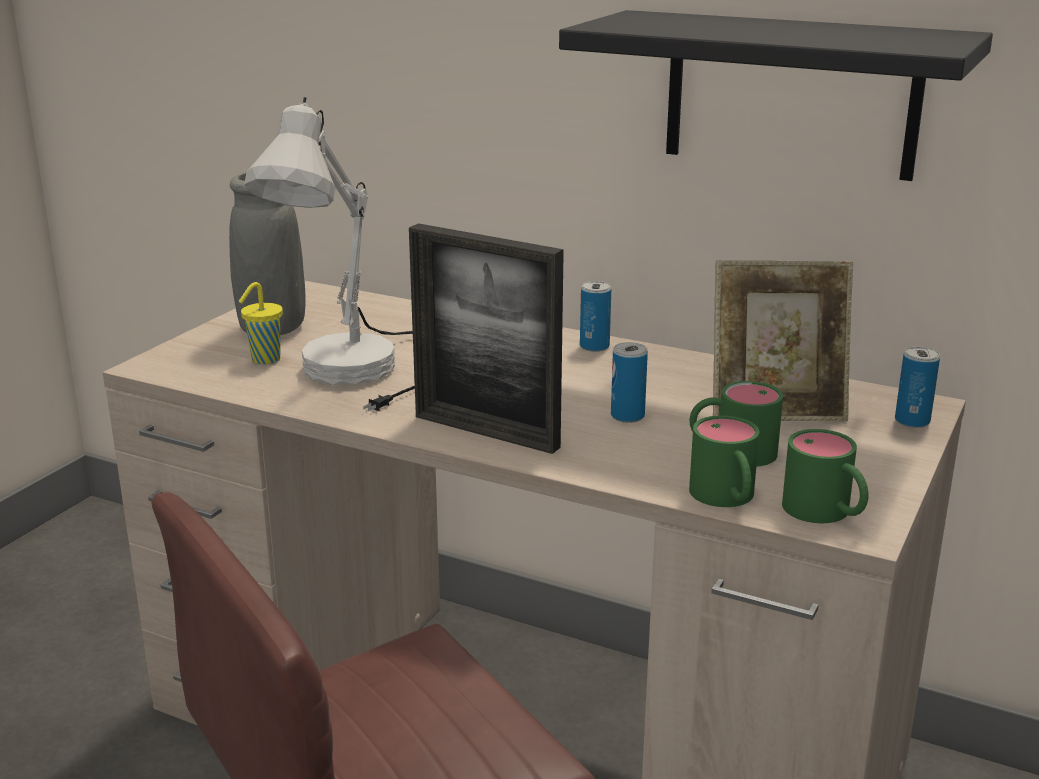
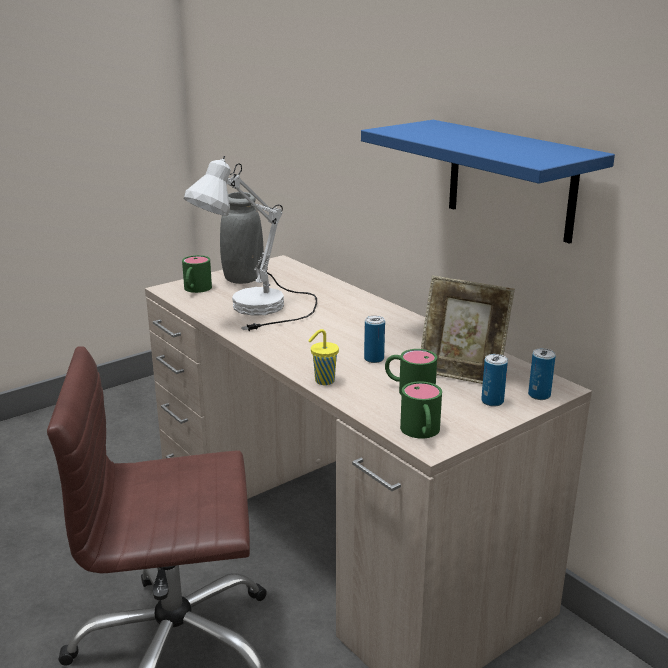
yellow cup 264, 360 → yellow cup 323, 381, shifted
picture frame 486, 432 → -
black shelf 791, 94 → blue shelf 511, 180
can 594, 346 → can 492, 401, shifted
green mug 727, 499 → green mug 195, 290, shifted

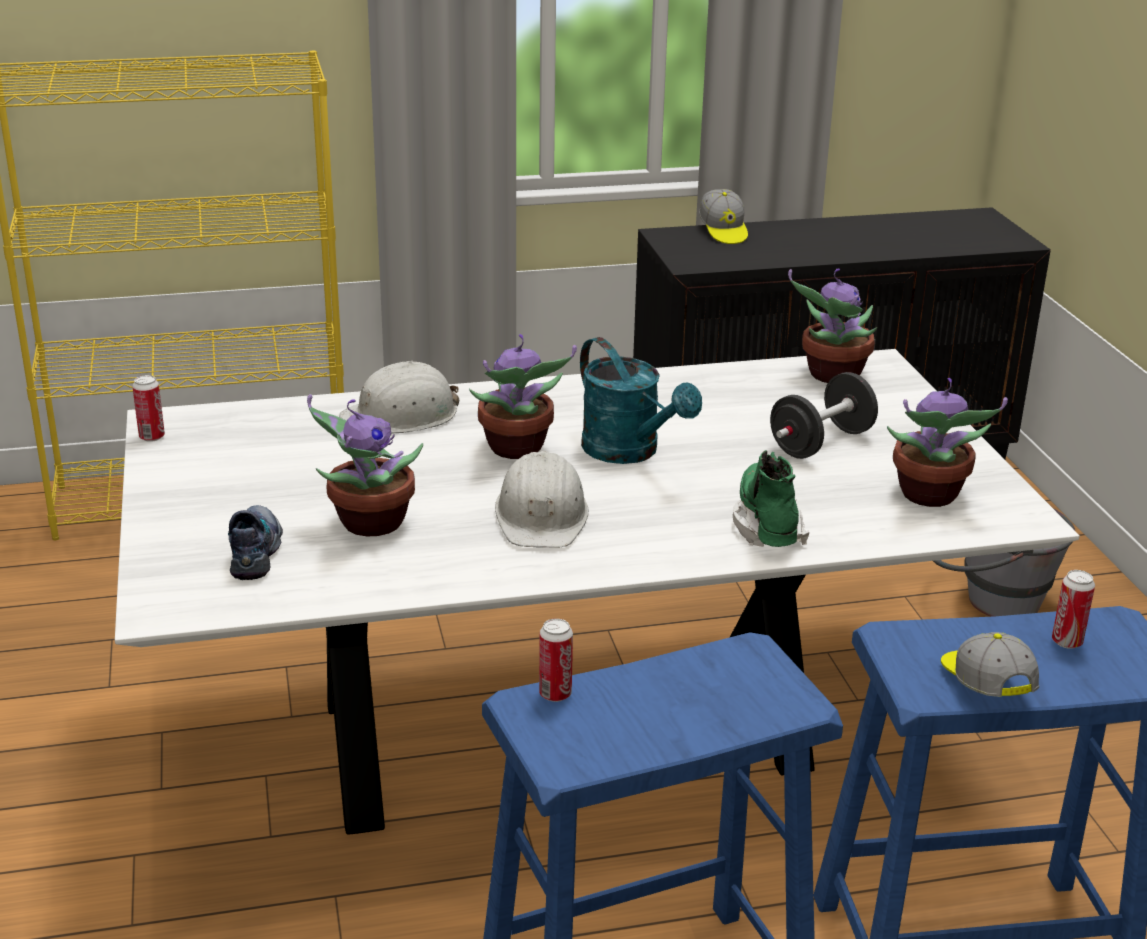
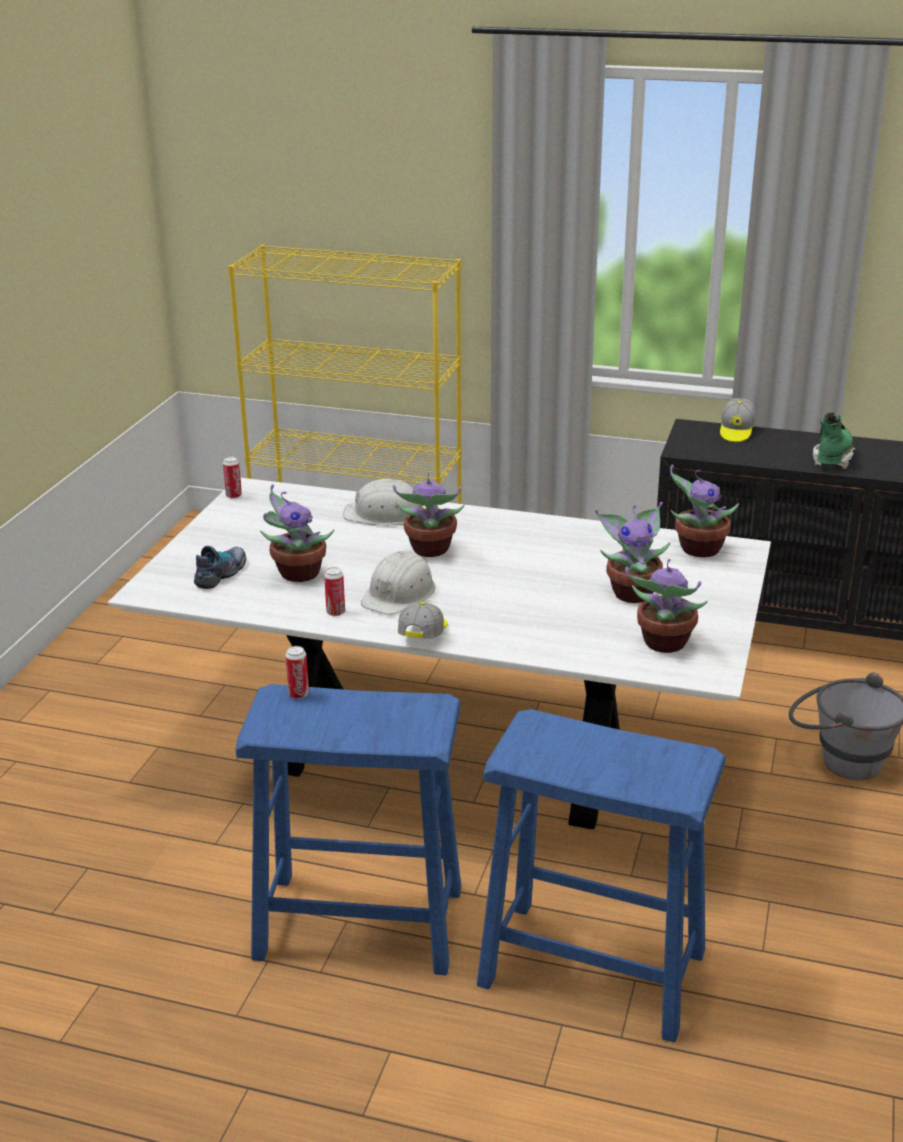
turquoise watering can 630, 452 → -
green boot 767, 526 → green boot 832, 459, shifted
black dumbbell 821, 443 → potted plant 632, 592
cap 984, 685 → cap 424, 635, shifted
can 1067, 642 → can 335, 612, shifted

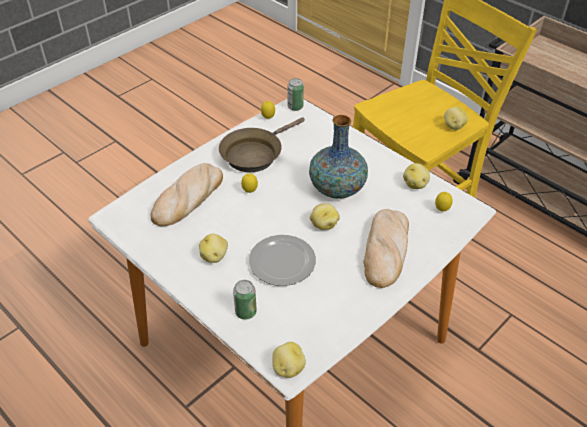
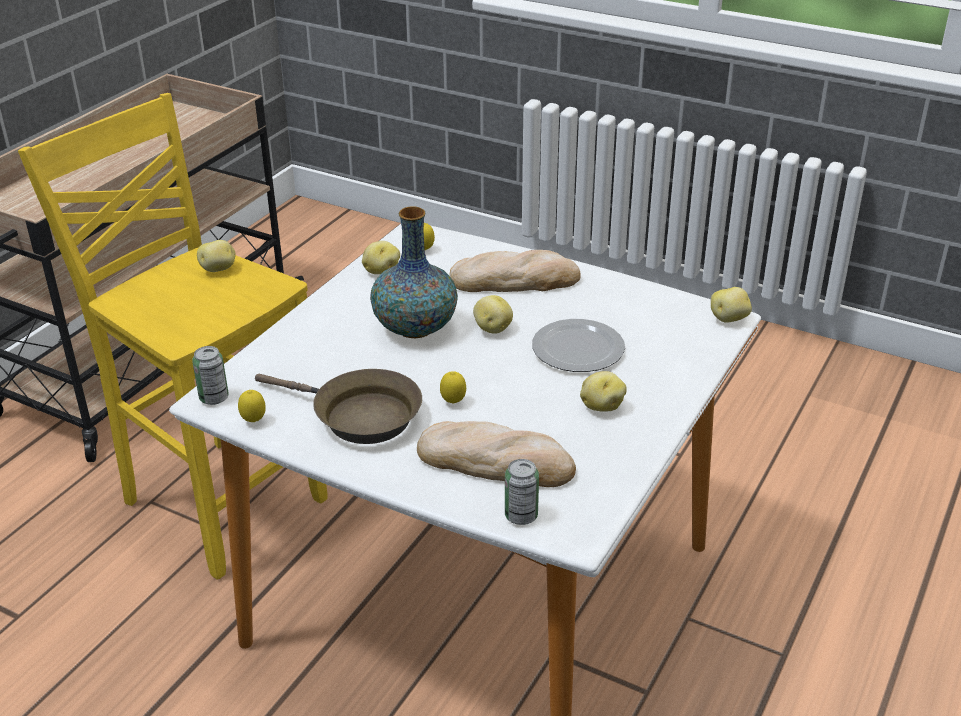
can 245, 312 → can 521, 516, shifted

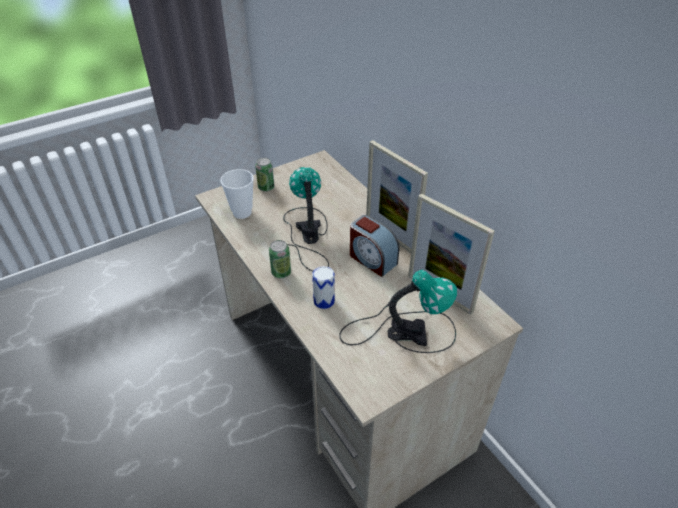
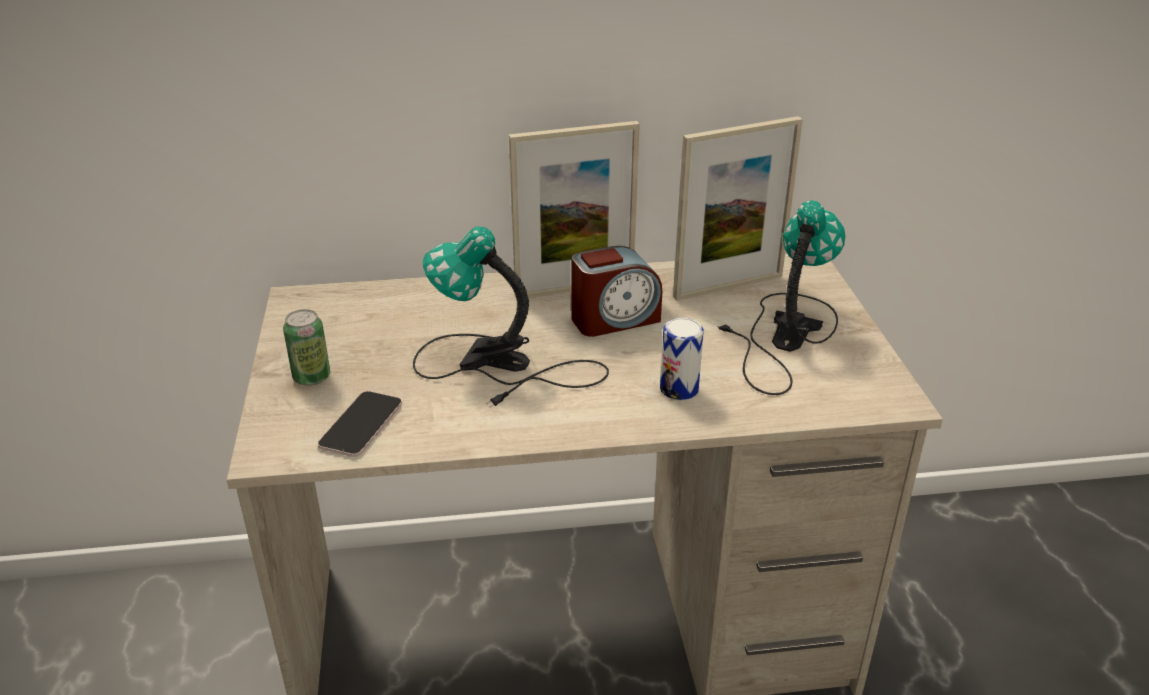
cup 242, 213 → phone 361, 424
can 281, 272 → -

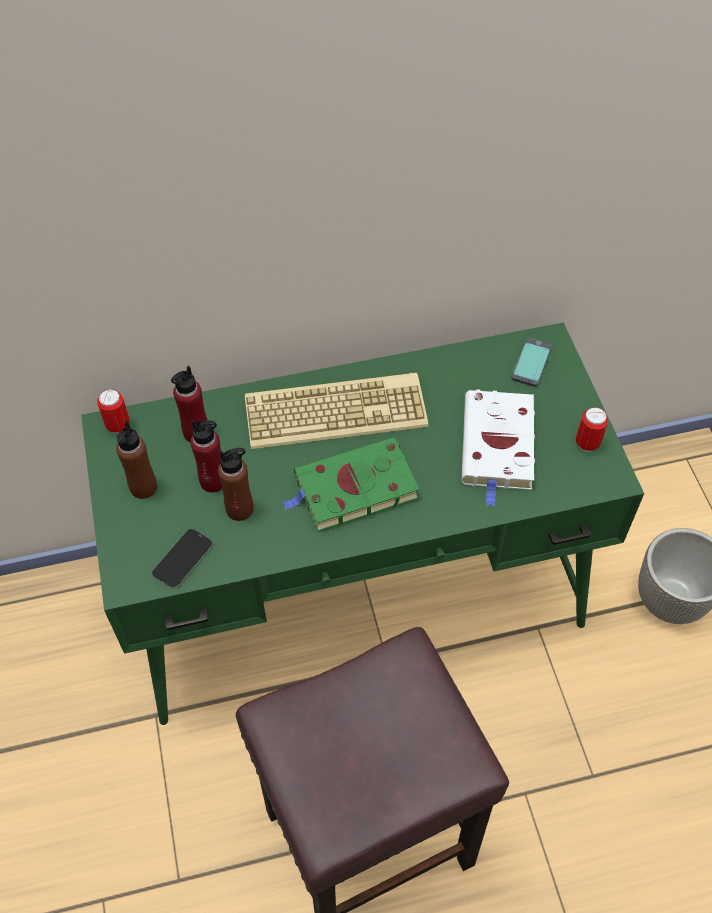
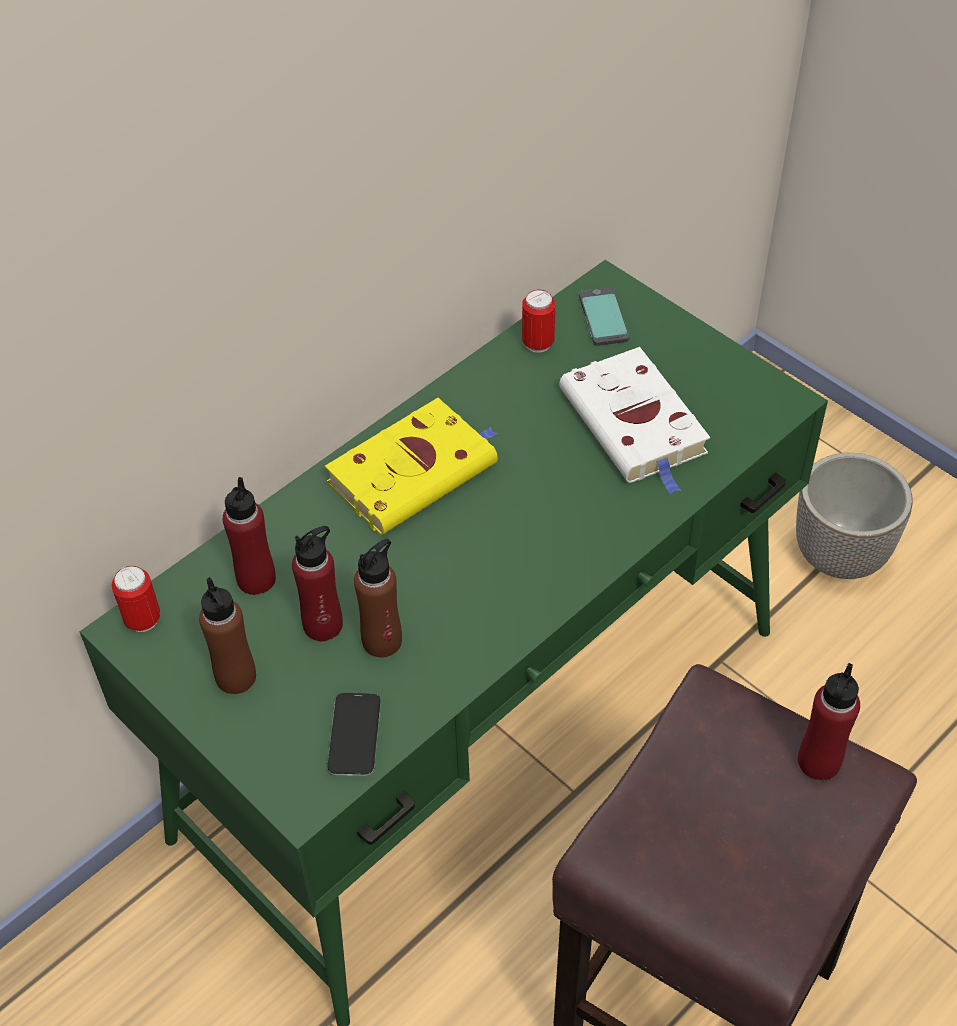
keyboard 337, 410 → yellow book 415, 471
green book 352, 489 → -
can 587, 443 → can 538, 343, shifted
- → red bottle 818, 762

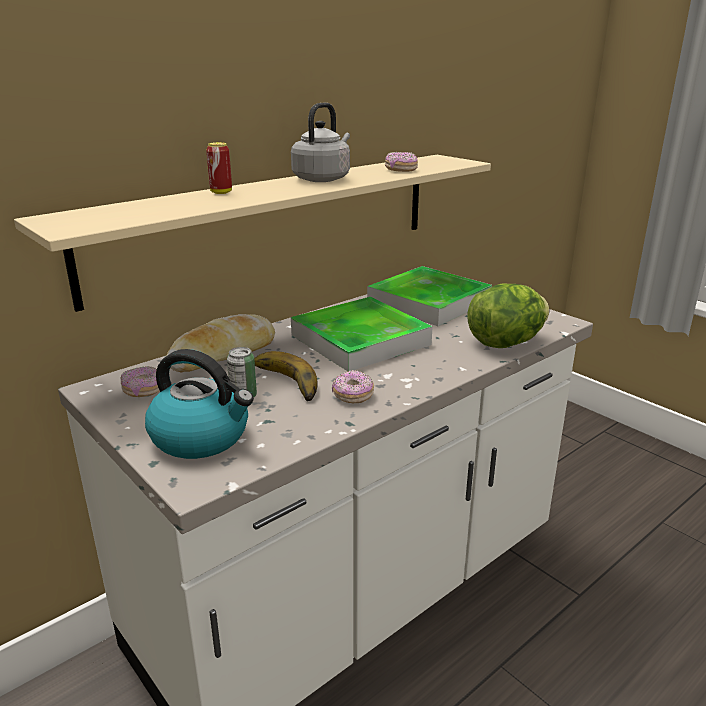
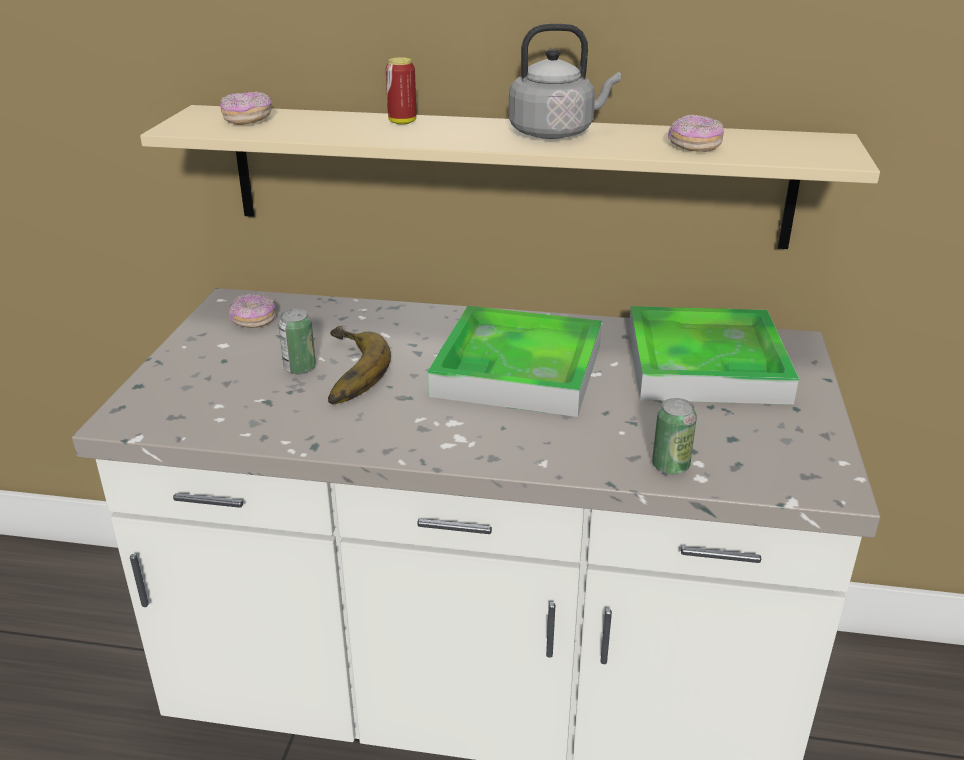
kettle 202, 437 → -
bread 223, 354 → -
donut 353, 395 → donut 247, 120, shifted
lettuce 505, 343 → can 670, 466

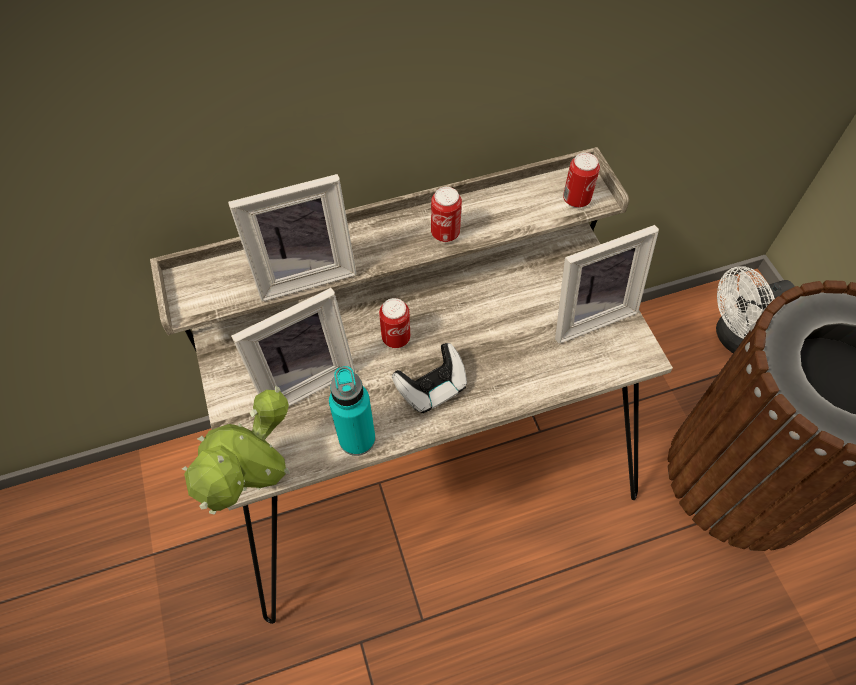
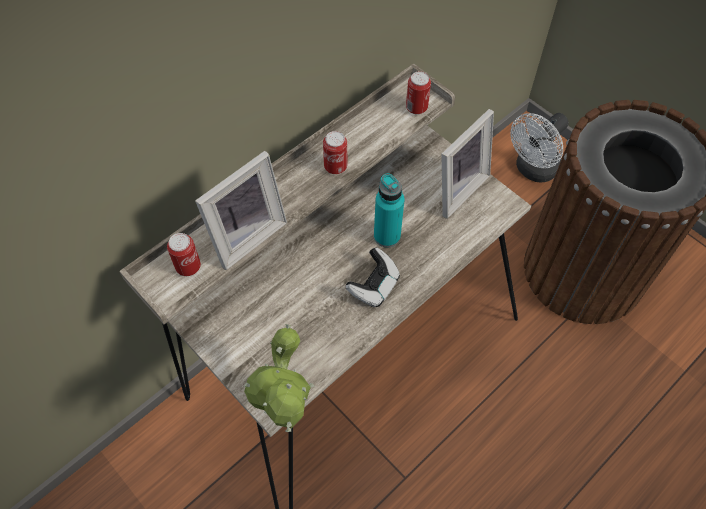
picture frame 303, 377 → -
turquoise bottle 357, 439 → turquoise bottle 387, 236, shifted
can 396, 338 → can 188, 267, shifted

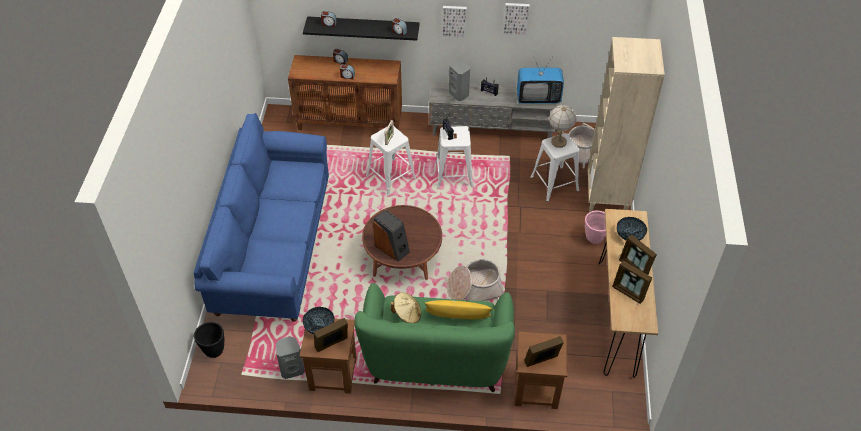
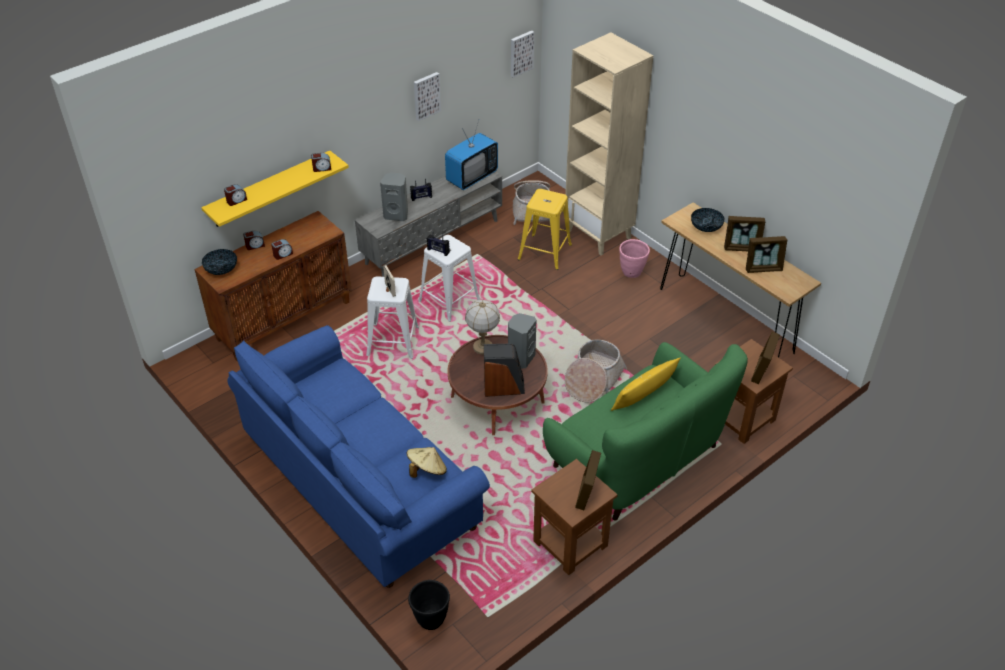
grey speaker 292, 369 → grey speaker 520, 358, shifted
black shelf 363, 28 → yellow shelf 269, 189
bowl 319, 326 → bowl 221, 269, shifted
beige hat 407, 314 → beige hat 426, 470, shifted
picture 454, 20 → picture 521, 53, shifted
white stool 554, 184 → yellow stool 545, 252
table lamp 558, 142 → table lamp 483, 347, shifted

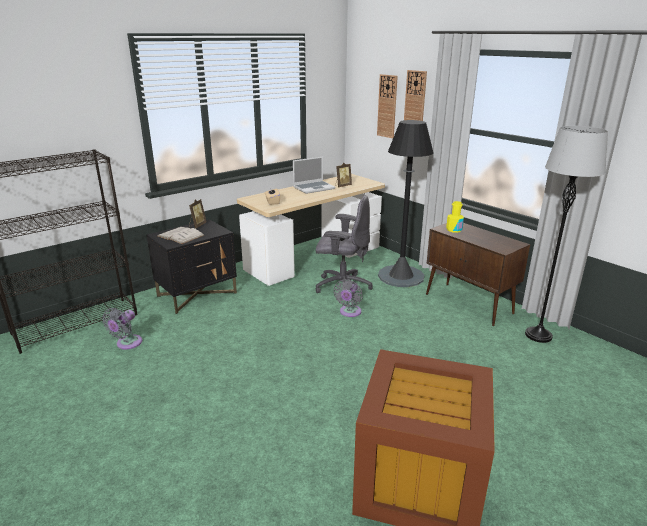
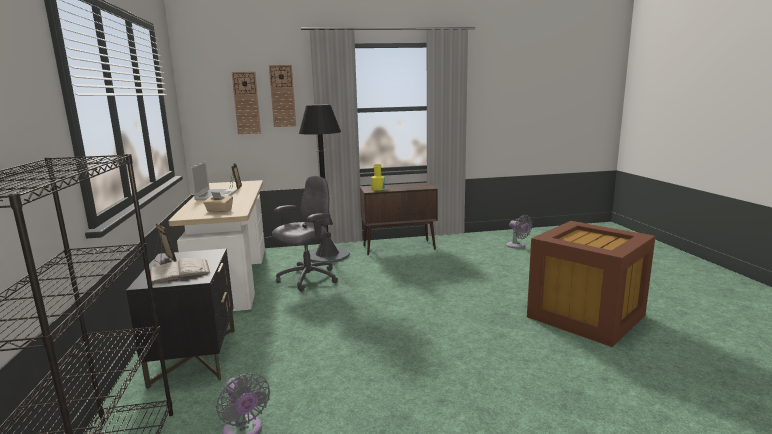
grey fan 349, 312 → grey fan 517, 246, shifted
grey floor lamp 538, 335 → -

